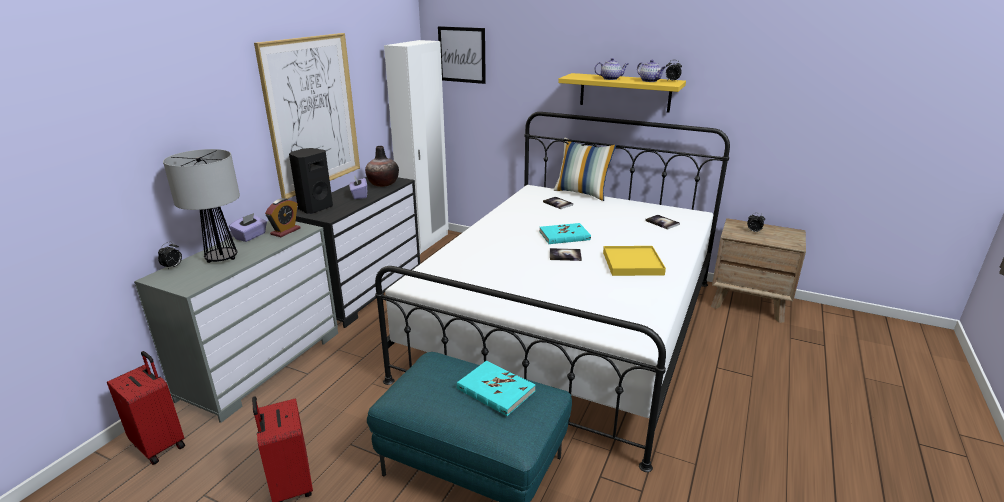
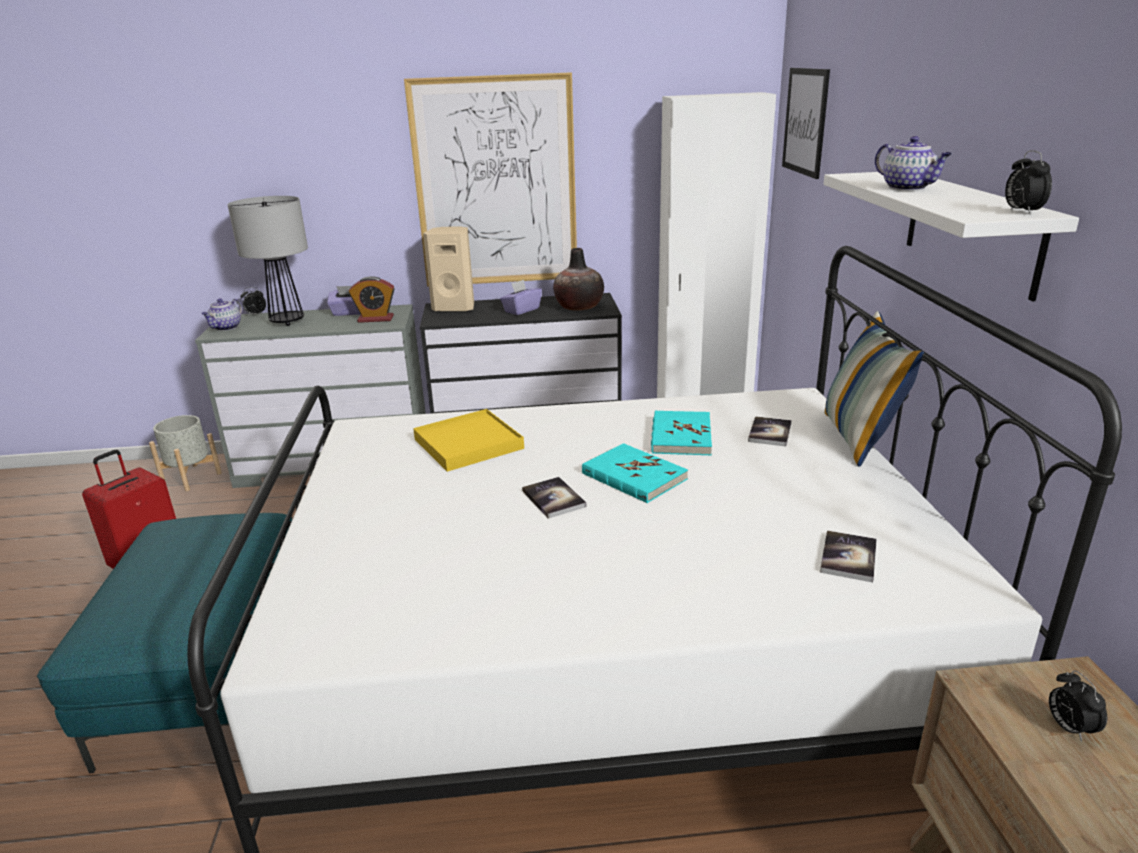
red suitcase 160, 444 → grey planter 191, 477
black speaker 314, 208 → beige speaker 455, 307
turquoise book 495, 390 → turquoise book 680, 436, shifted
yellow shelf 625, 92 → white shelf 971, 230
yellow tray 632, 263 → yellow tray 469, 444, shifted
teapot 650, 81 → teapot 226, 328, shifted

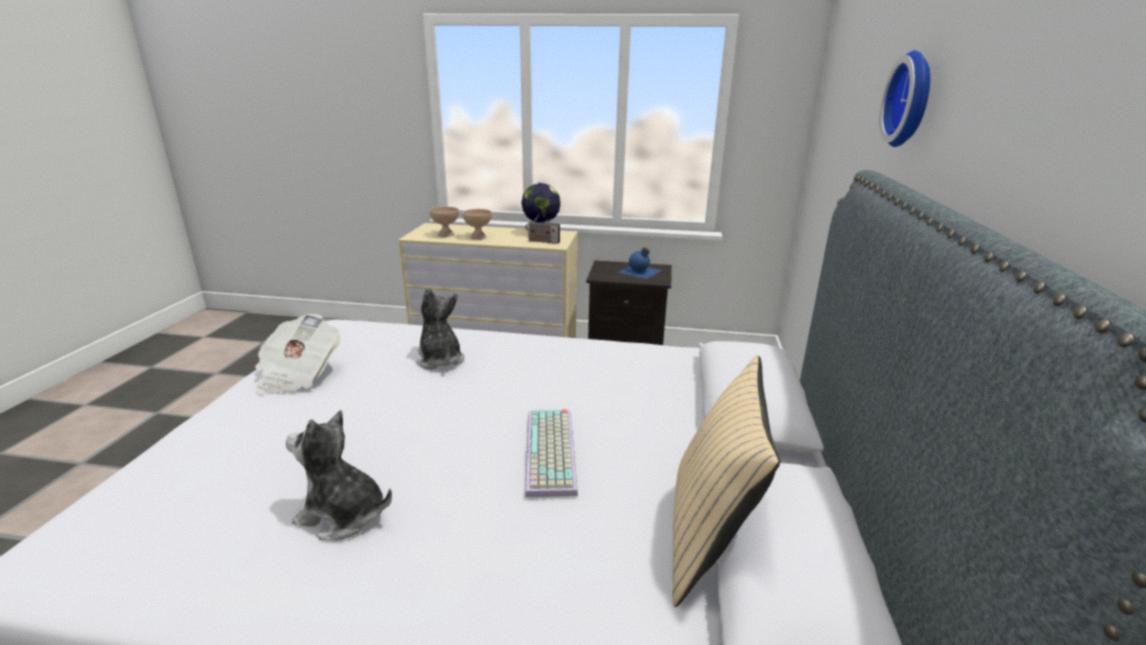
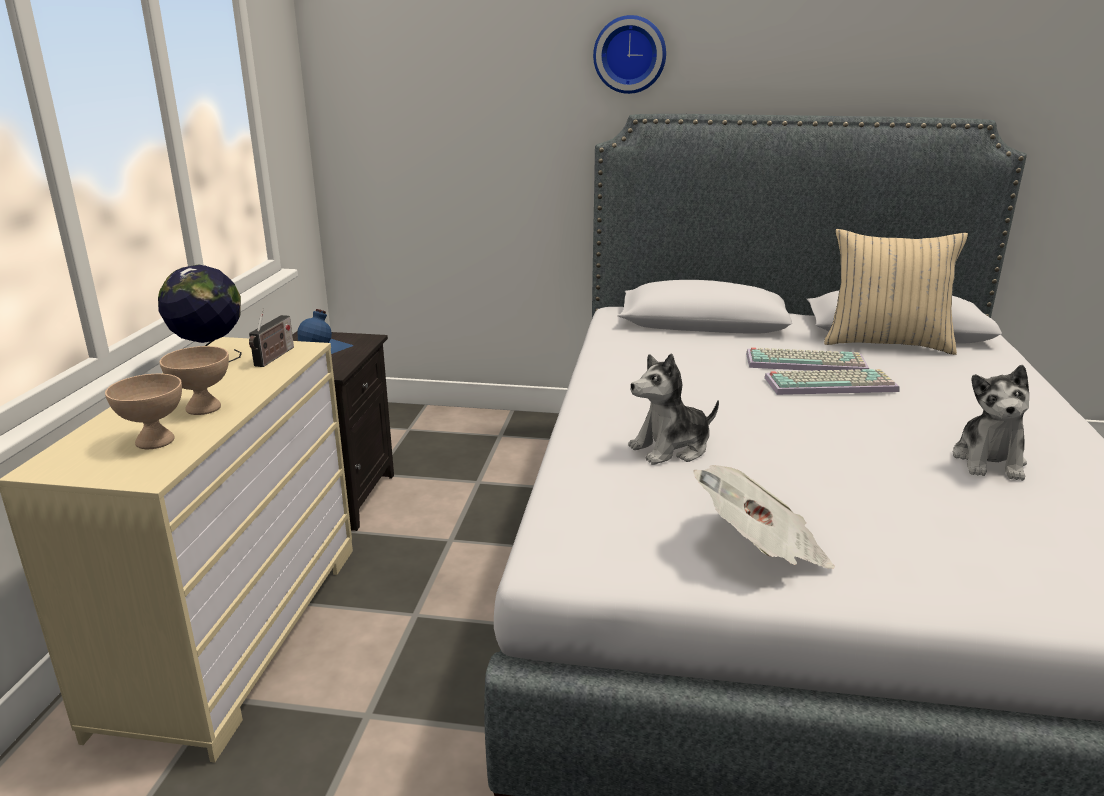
- → keyboard 807, 362

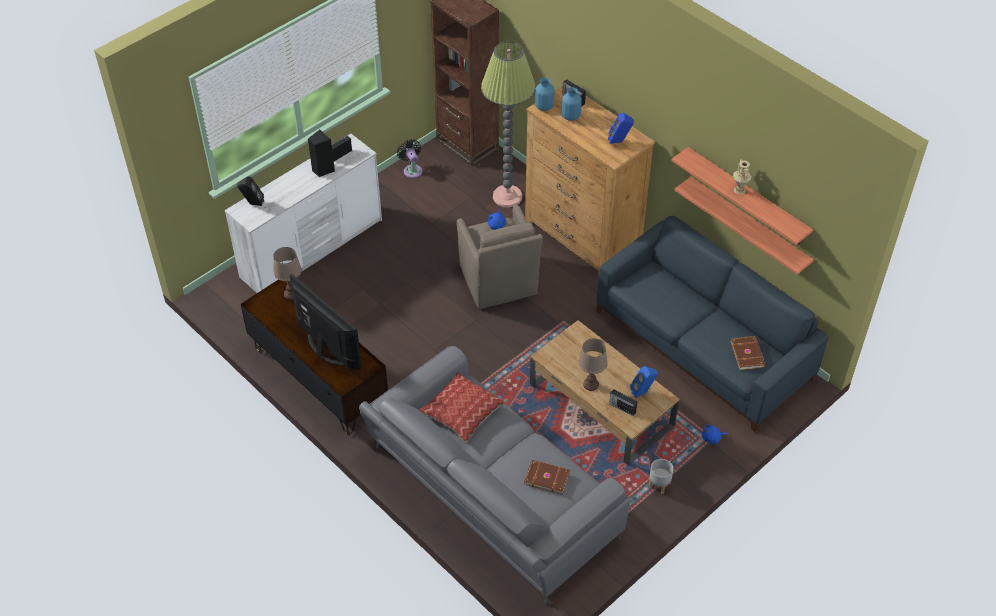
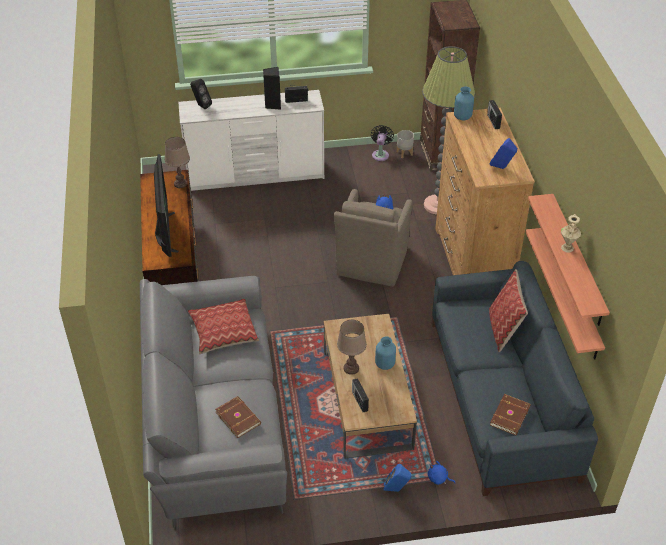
blue vase 571, 116 → blue vase 385, 364, shifted
blue speaker 643, 392 → blue speaker 396, 489, shifted
grey planter 659, 485 → grey planter 404, 153, shifted
- → pillow 503, 330

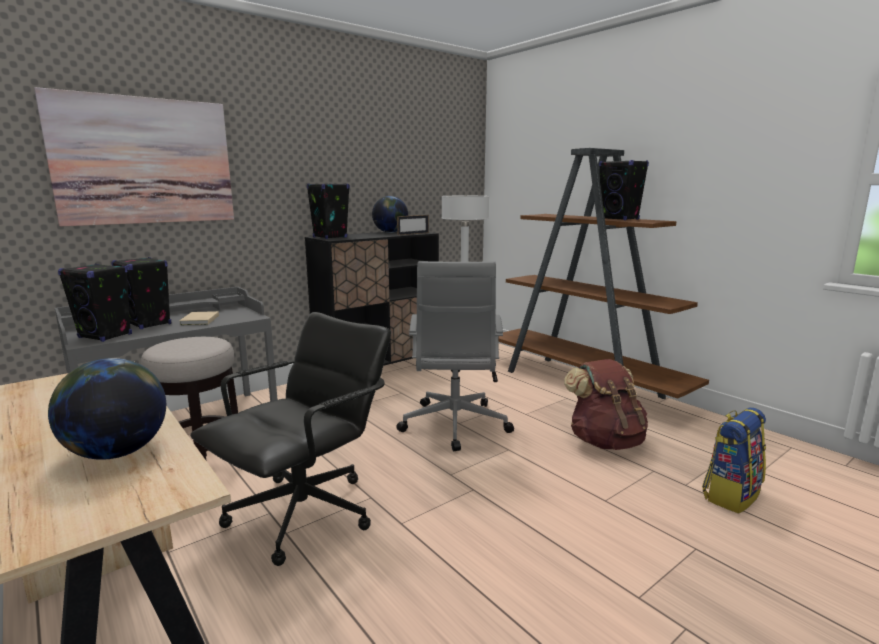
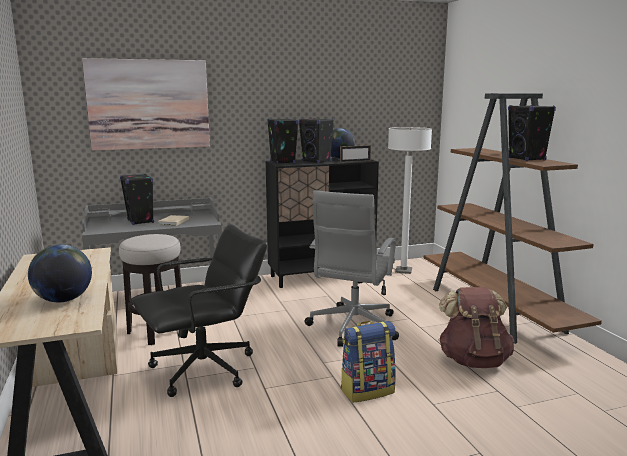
black speaker 105, 336 → black speaker 316, 161, shifted
backpack 730, 495 → backpack 367, 390, shifted

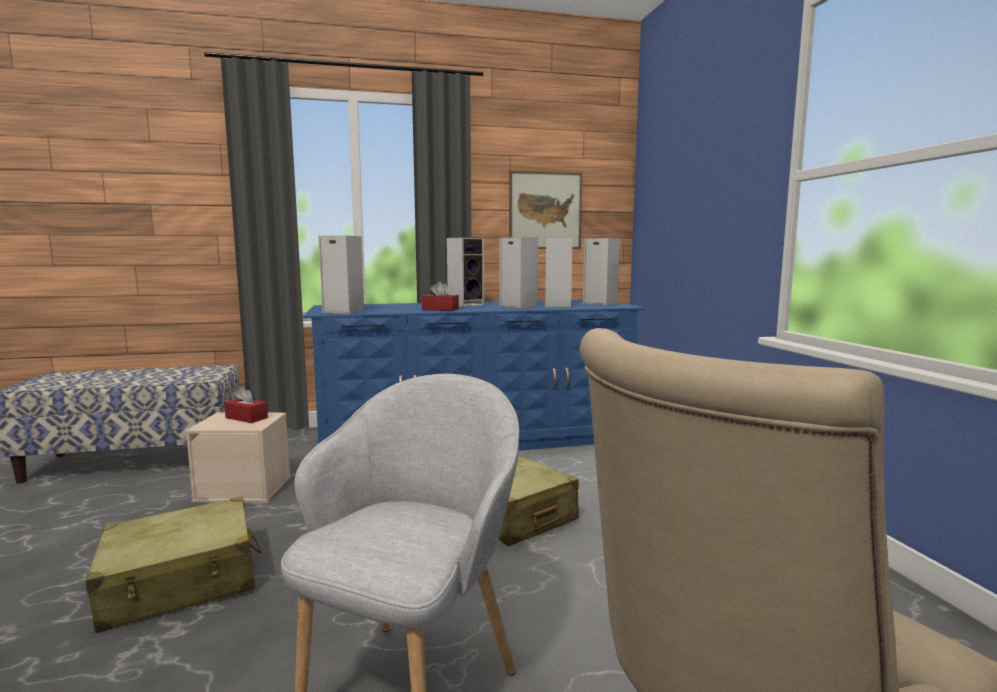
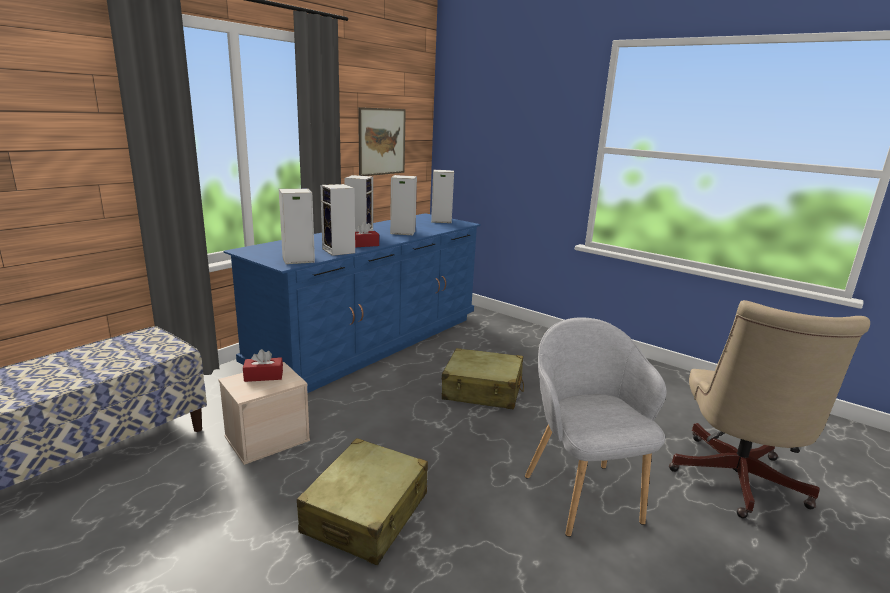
speaker 558, 305 → speaker 339, 251, shifted

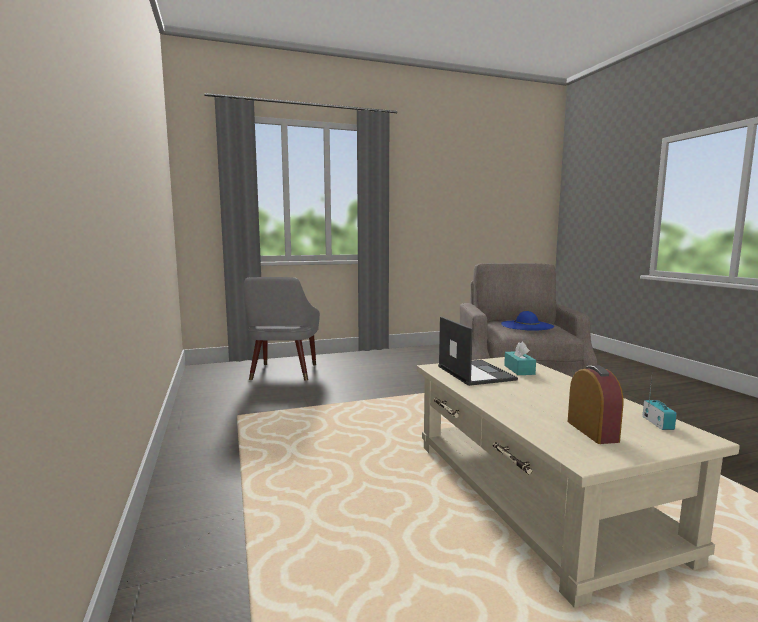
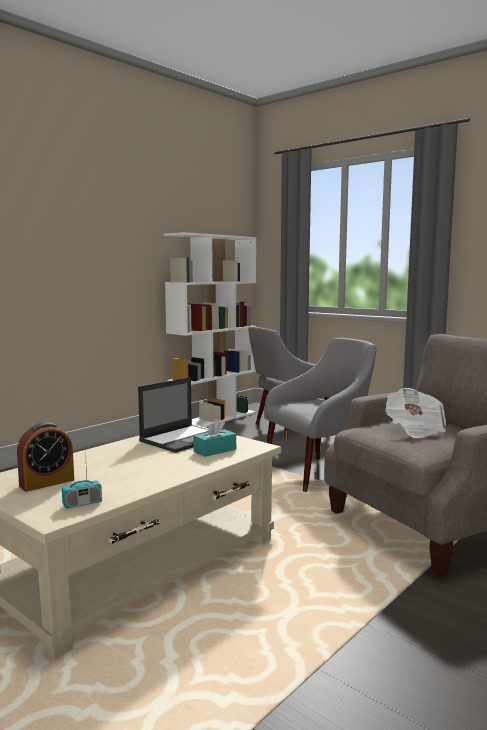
blue hat 527, 325 → newspaper 414, 429
- → white bookcase 213, 419
- → grey armchair 318, 473

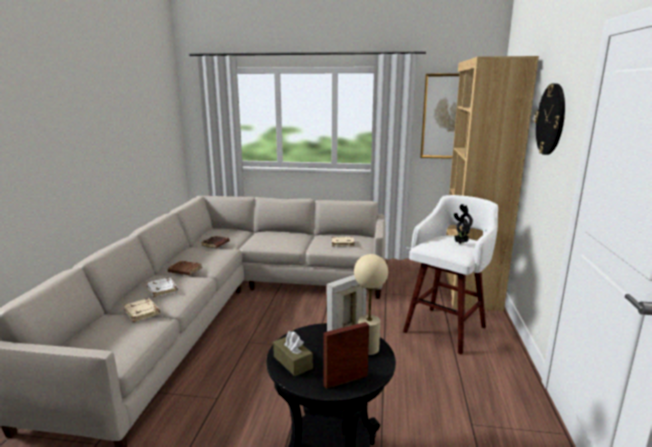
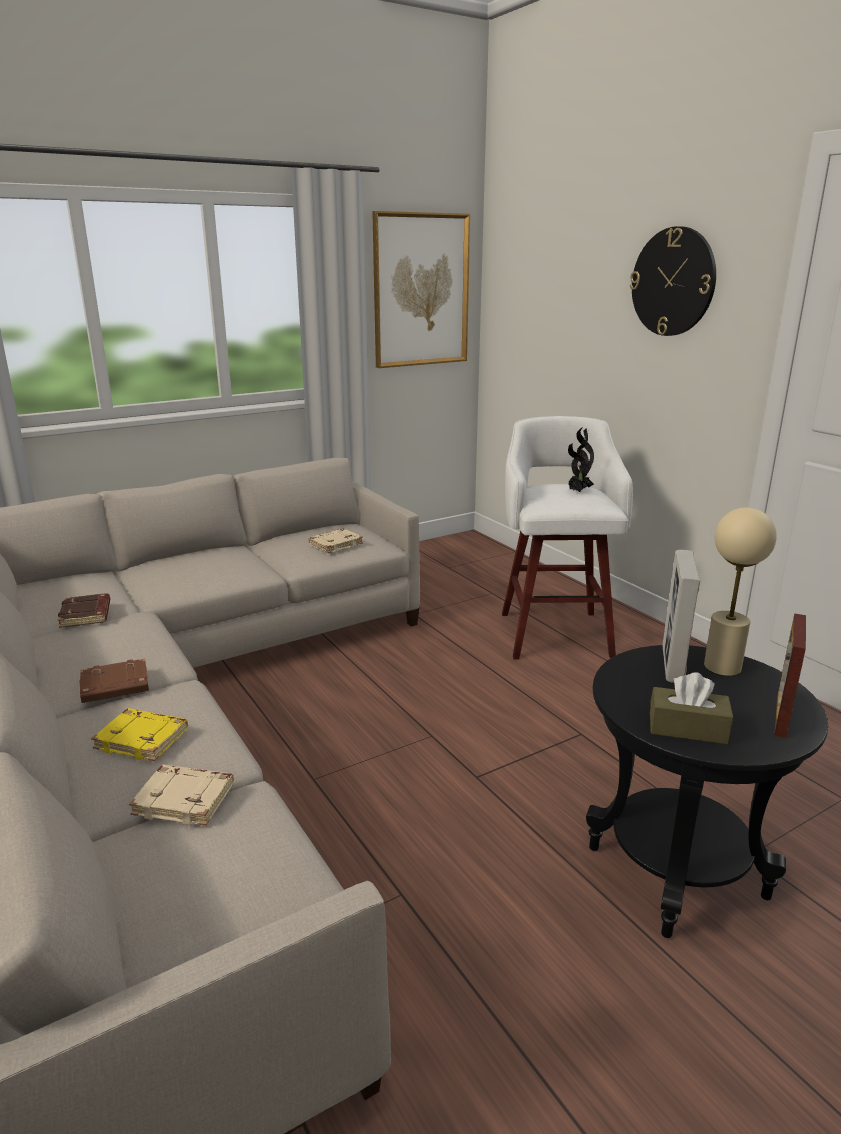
white book 163, 289 → yellow book 143, 739
brown bookcase 469, 285 → -

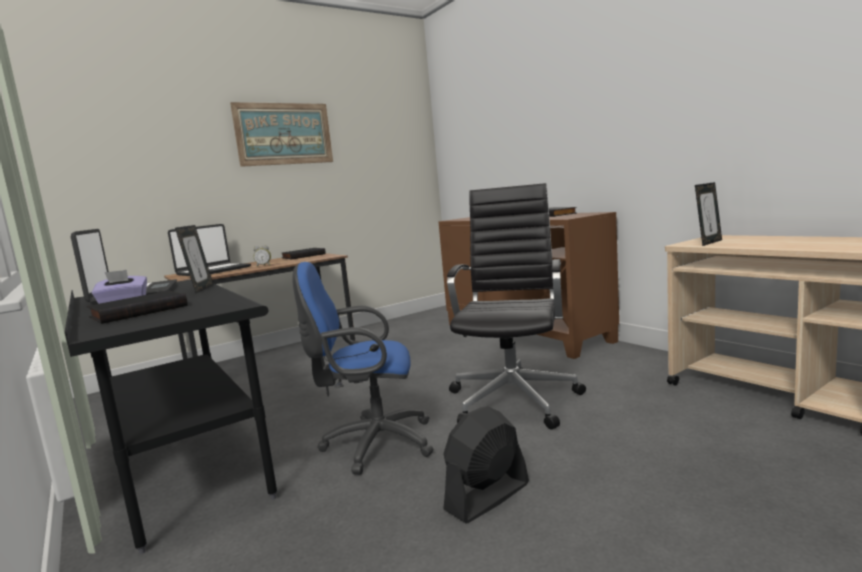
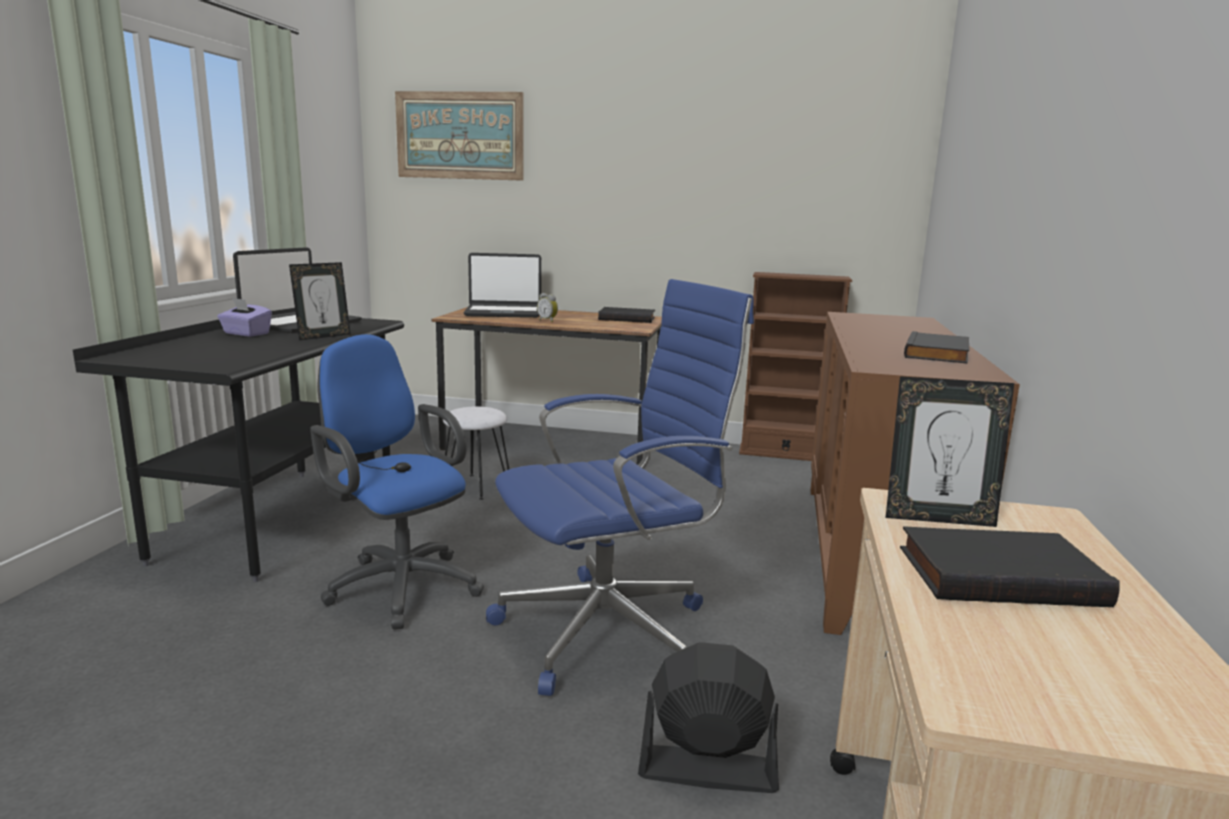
black book 139, 311 → black book 999, 574, shifted
picture 284, 134 → picture 459, 135, shifted
black fan 487, 497 → black fan 706, 769, shifted
black office chair 514, 398 → blue office chair 611, 631
- → white stool 475, 487
- → brown bookcase 784, 453

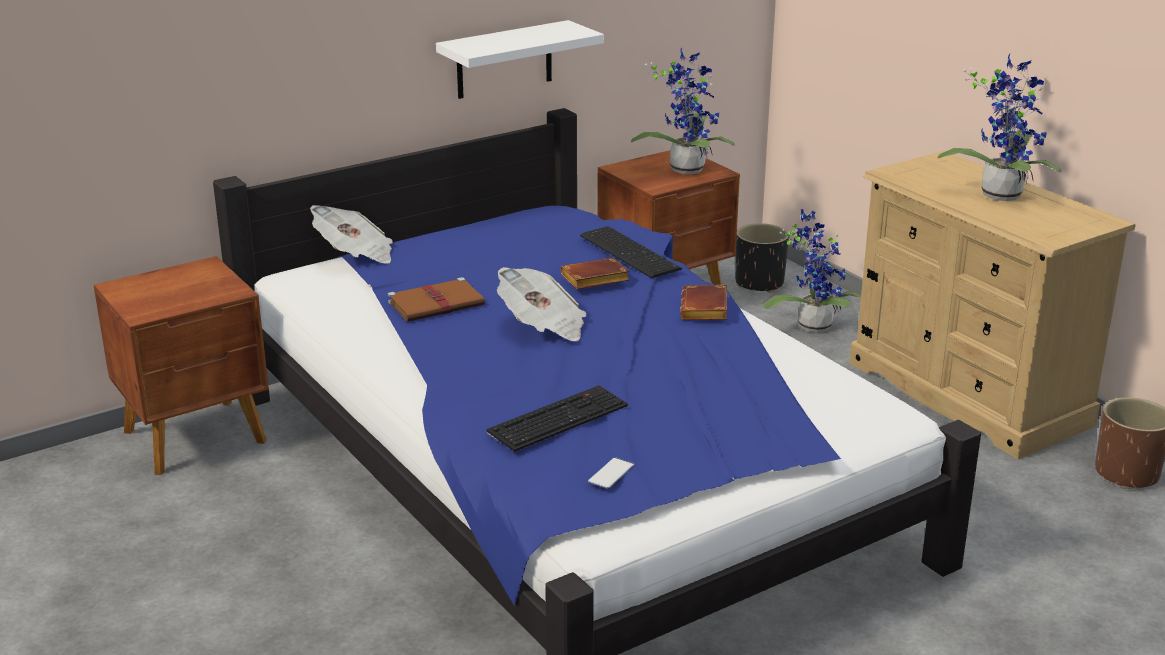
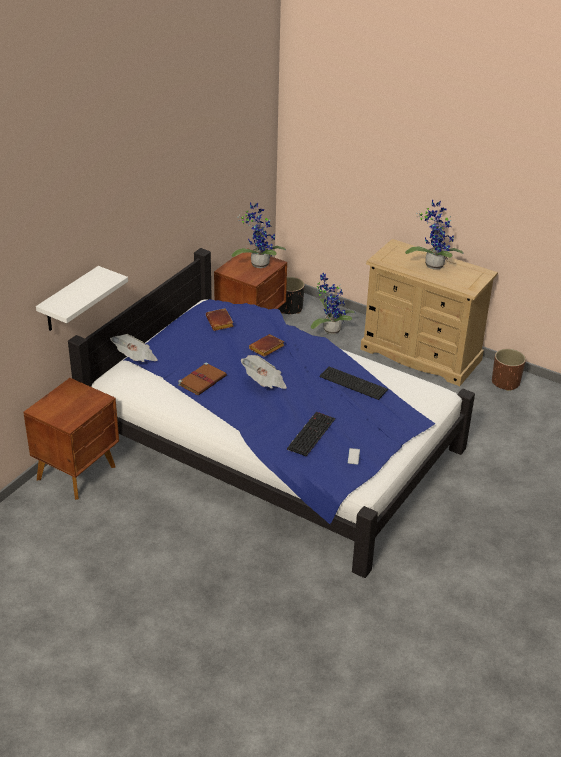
white shelf 504, 60 → white shelf 69, 300, shifted
keyboard 630, 251 → keyboard 353, 382, shifted
brown book 706, 309 → brown book 220, 322, shifted

